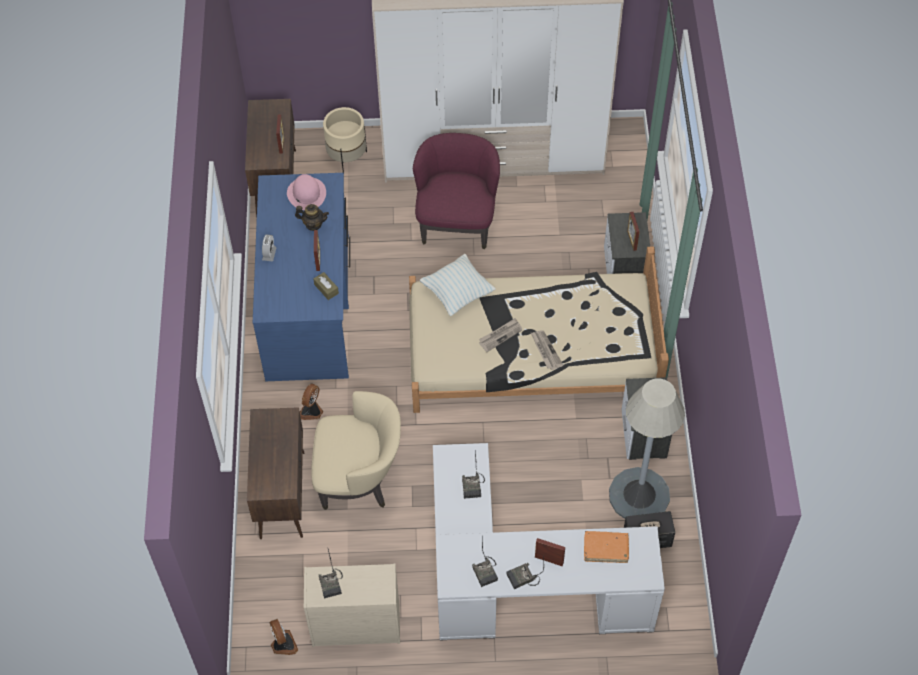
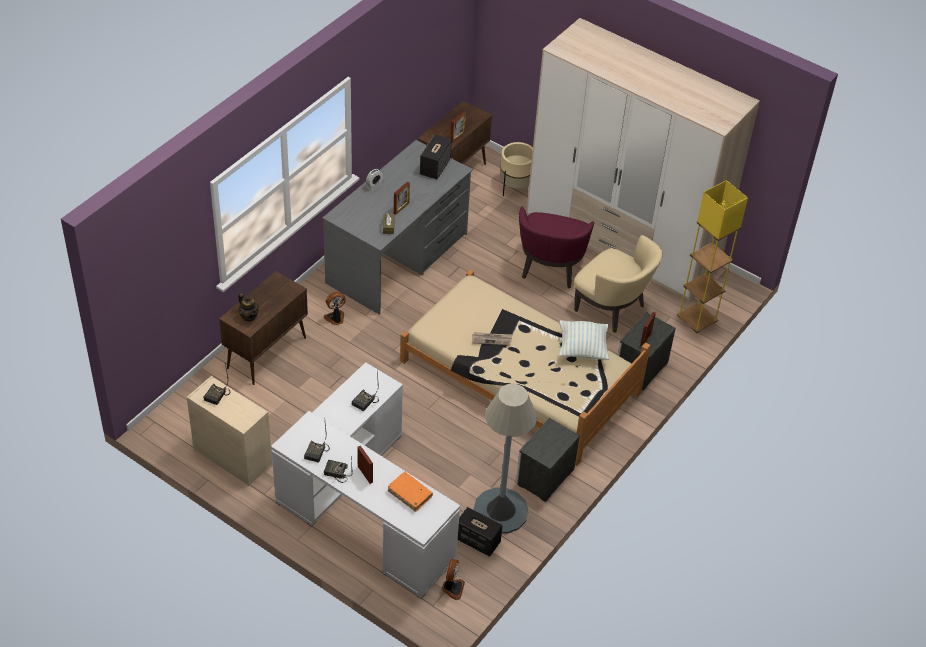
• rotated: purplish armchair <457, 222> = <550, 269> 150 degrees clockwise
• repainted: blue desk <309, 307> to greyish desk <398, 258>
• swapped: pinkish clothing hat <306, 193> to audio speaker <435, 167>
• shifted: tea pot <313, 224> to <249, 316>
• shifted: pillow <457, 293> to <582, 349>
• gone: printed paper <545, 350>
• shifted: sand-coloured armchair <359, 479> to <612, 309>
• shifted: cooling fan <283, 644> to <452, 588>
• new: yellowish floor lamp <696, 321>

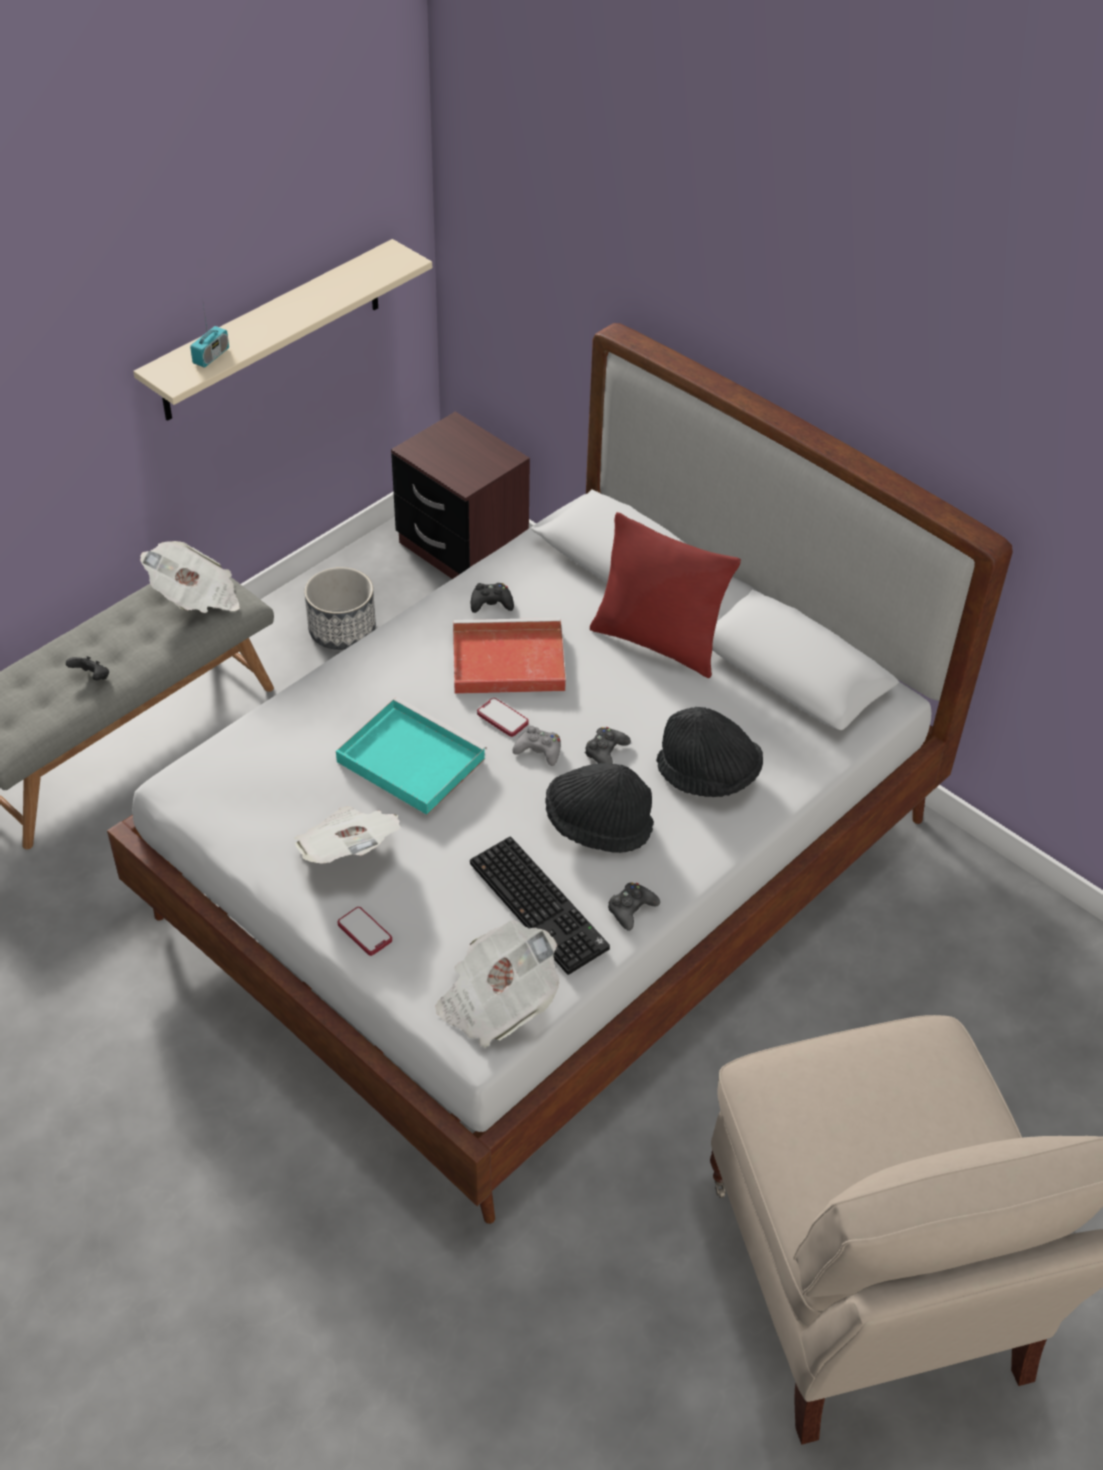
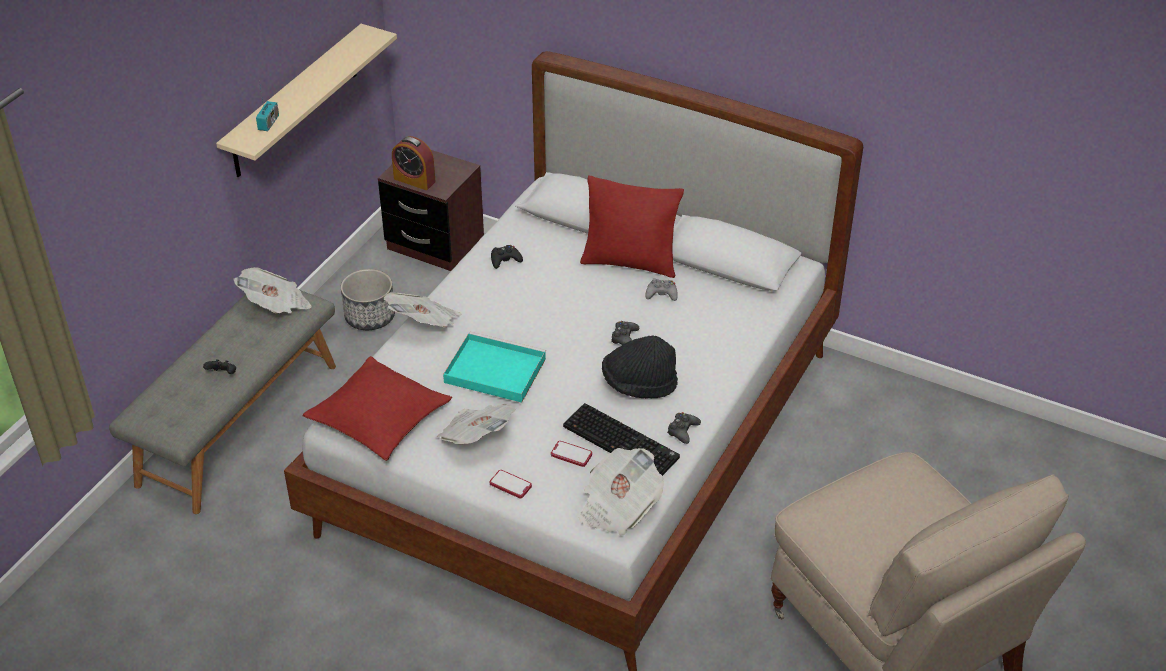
• gone: red serving tray <505, 661>
• shifted: telephone <502, 718> to <571, 454>
• gone: black clothing hat <708, 775>
• shifted: greyish gamepad <539, 750> to <661, 294>
• new: bedside clock <414, 180>
• new: printed paper <425, 324>
• new: red pillow <379, 418>

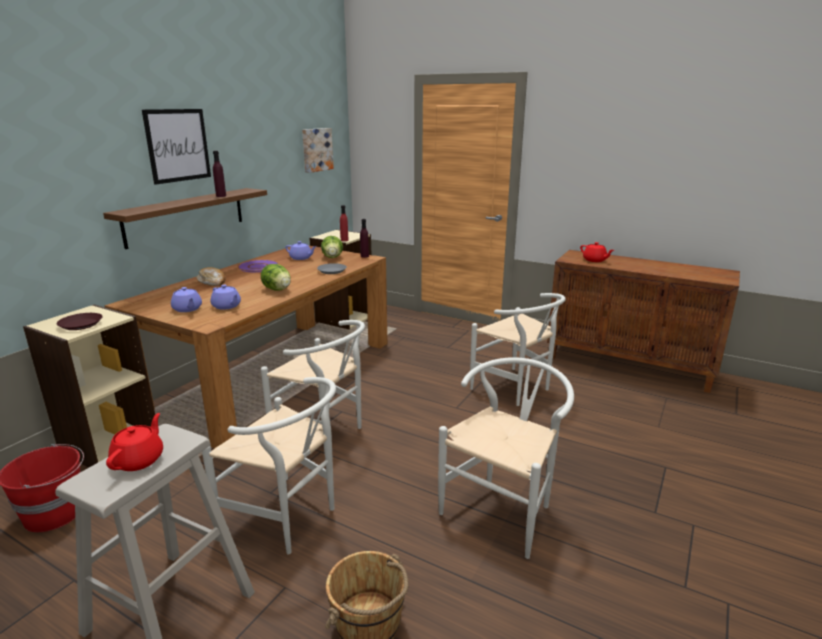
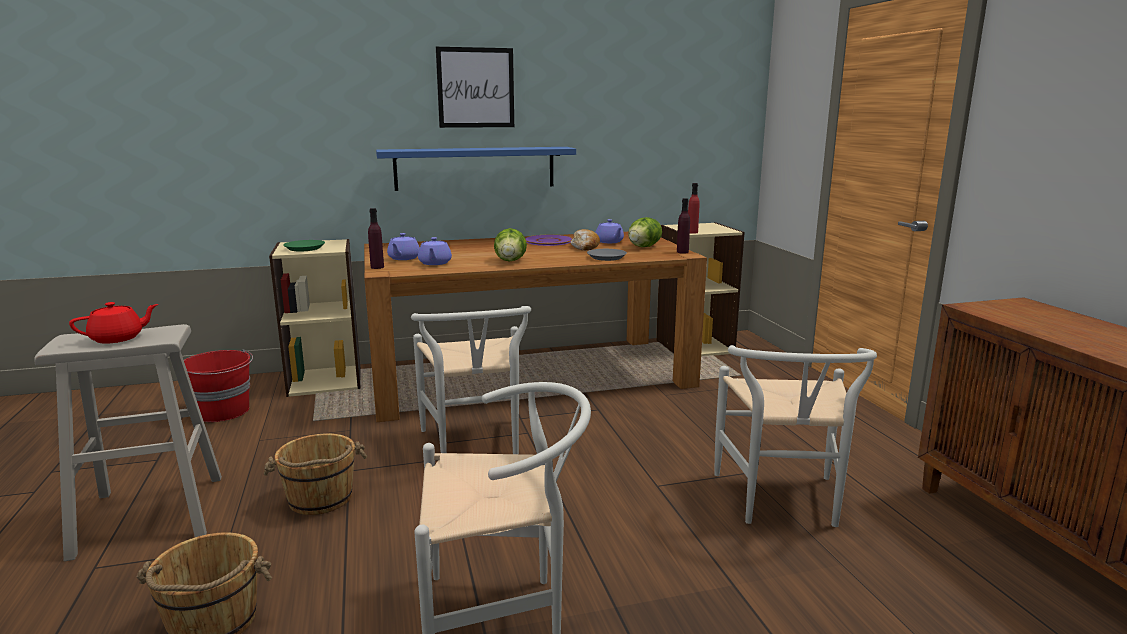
• gone: wall picture <316, 149>
• shifted: purplish bottle <221, 196> to <377, 267>
• repainted: brownish bracket shelf <186, 216> to blue bracket shelf <475, 168>
• gone: red tea pot <594, 260>
• shifted: baked bread <212, 282> to <585, 247>
• repainted: brownish dinner plate <81, 324> to green-coloured dinner plate <305, 248>
• swapped: white-coloured plain chair <288, 519> to brownish pail <320, 499>

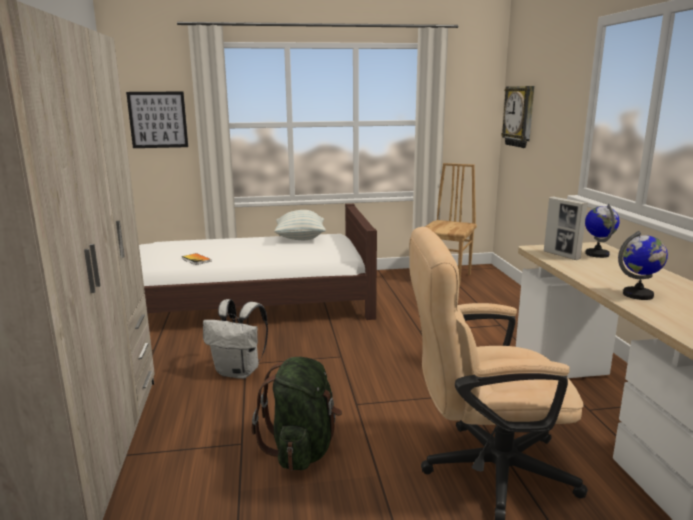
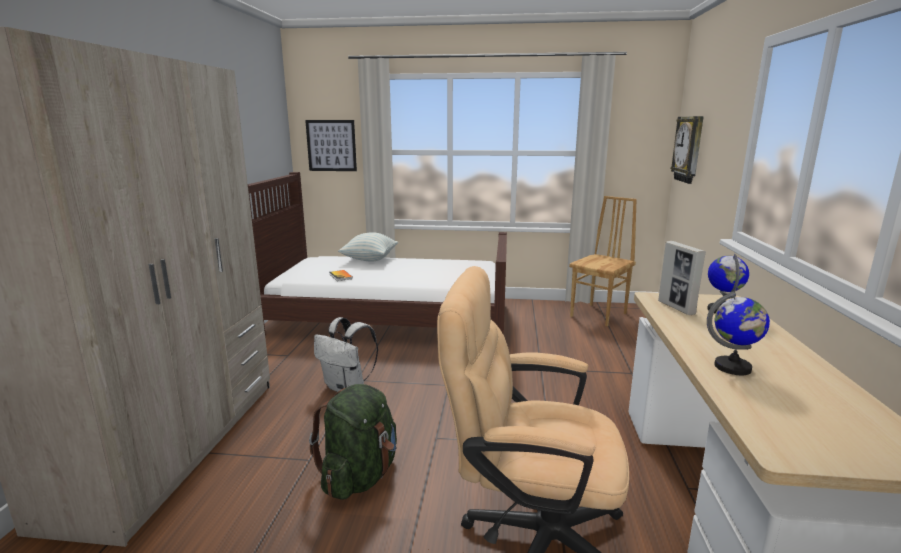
• shifted: pillow <300, 239> to <369, 259>

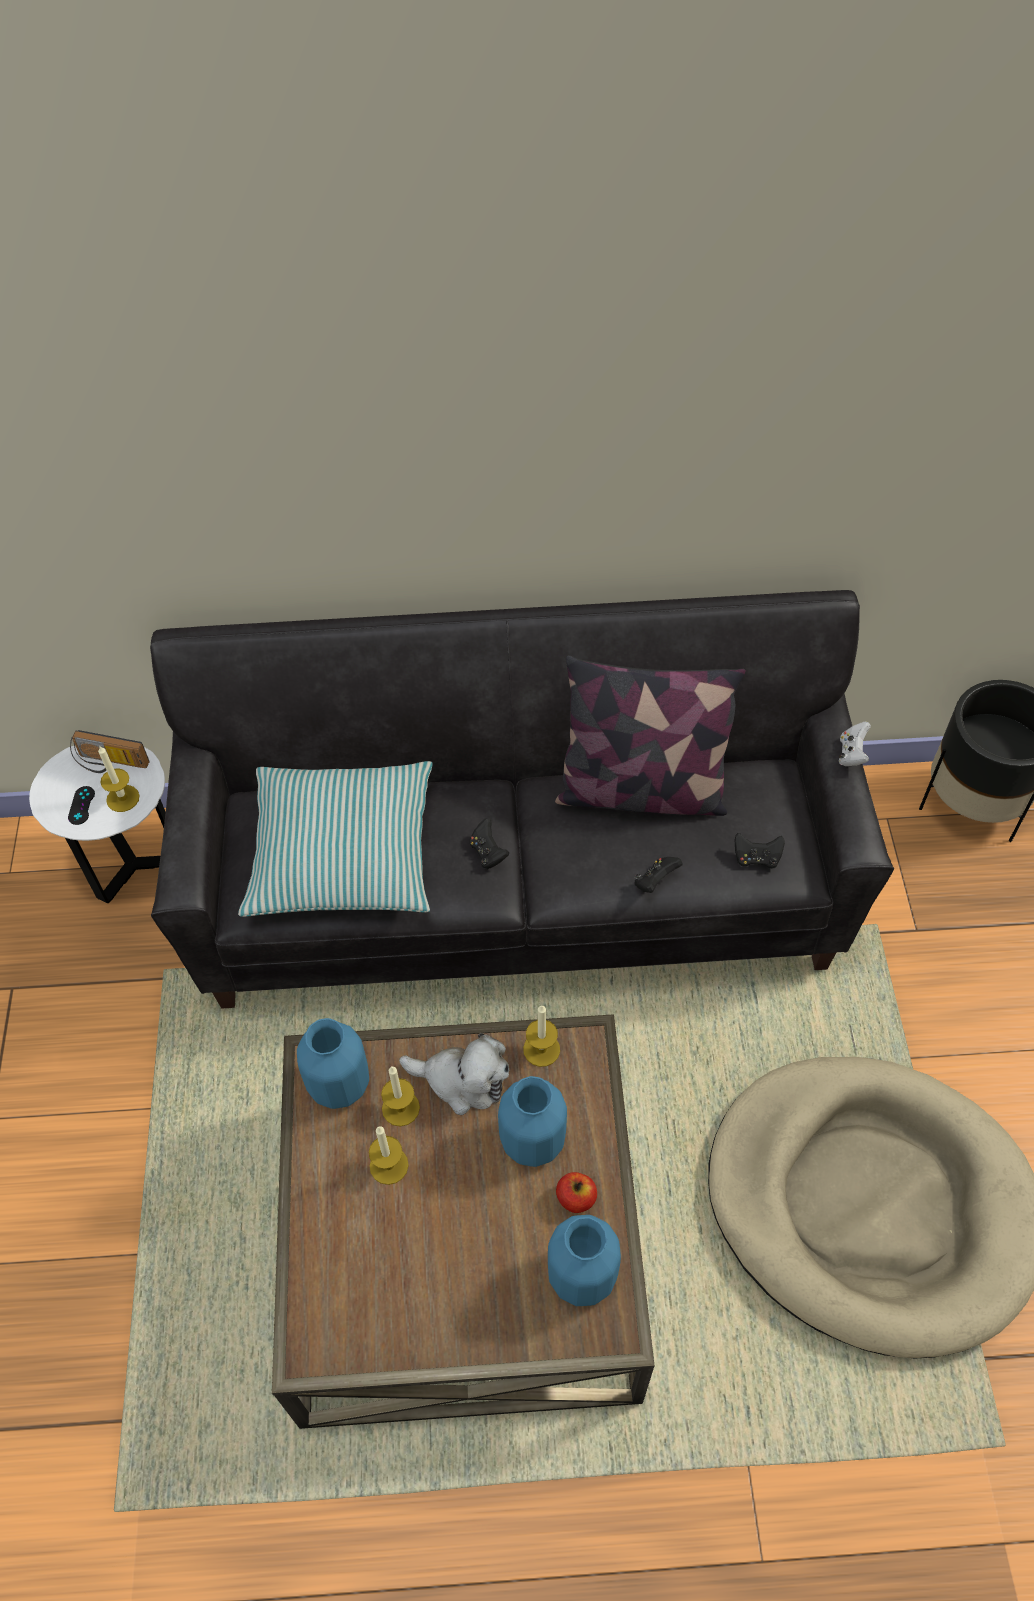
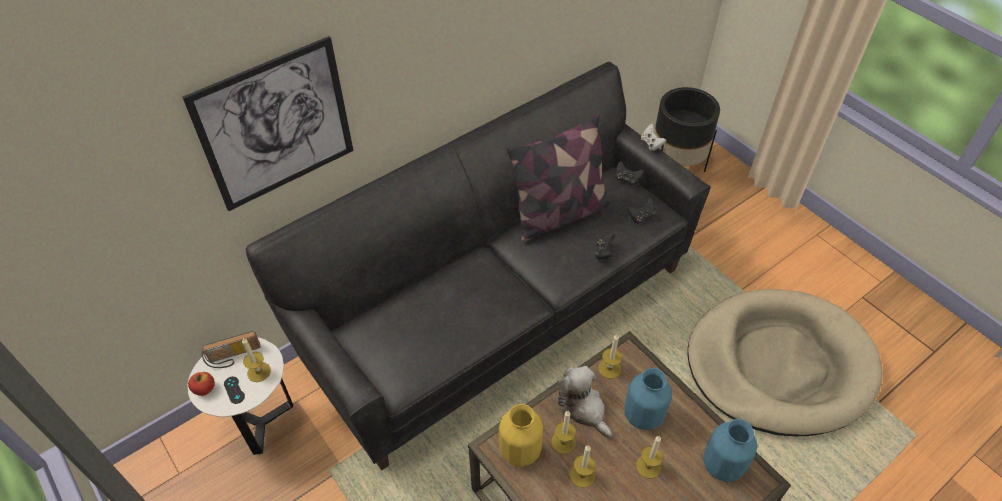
• gone: pillow <342, 852>
• shifted: black gamepad <488, 853> to <627, 179>
• repainted: blue vase <340, 1083> to yellowish vase <520, 450>
• rotated: cuddly toy <462, 1080> = <583, 408> 105 degrees counterclockwise
• shifted: apple <576, 1198> to <204, 389>
• new: wall picture <276, 125>
• new: wax light <648, 466>

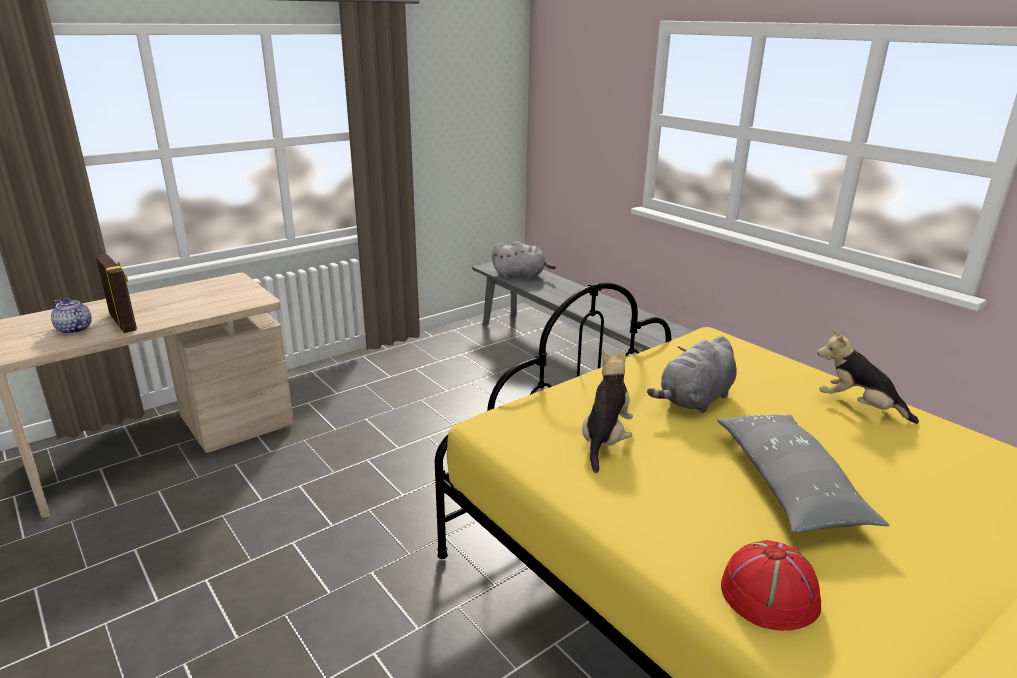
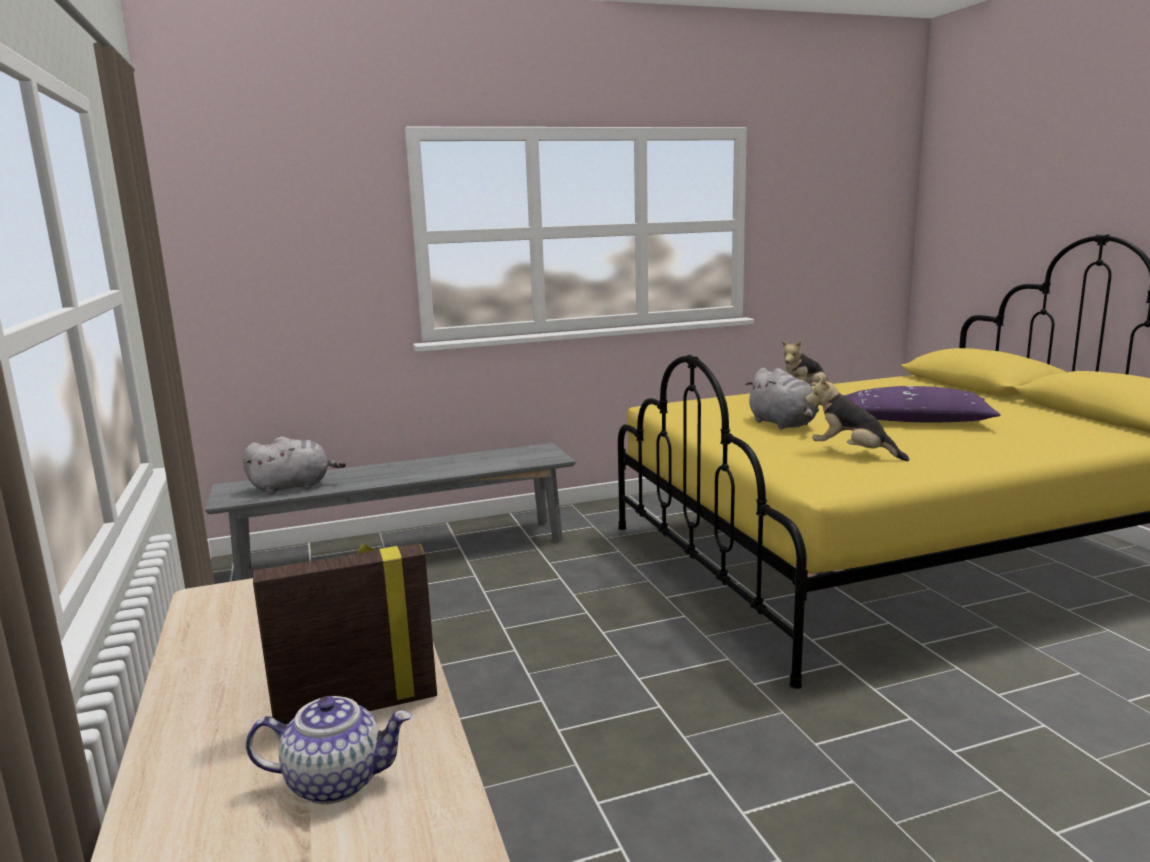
• rotated: greyish cuddly toy <521, 276> = <294, 487> 45 degrees clockwise
• rotated: tea pot <74, 329> = <337, 781> 150 degrees counterclockwise
• repainted: greyish pillow <788, 484> to purplish pillow <915, 421>
• gone: red clothing hat <770, 594>

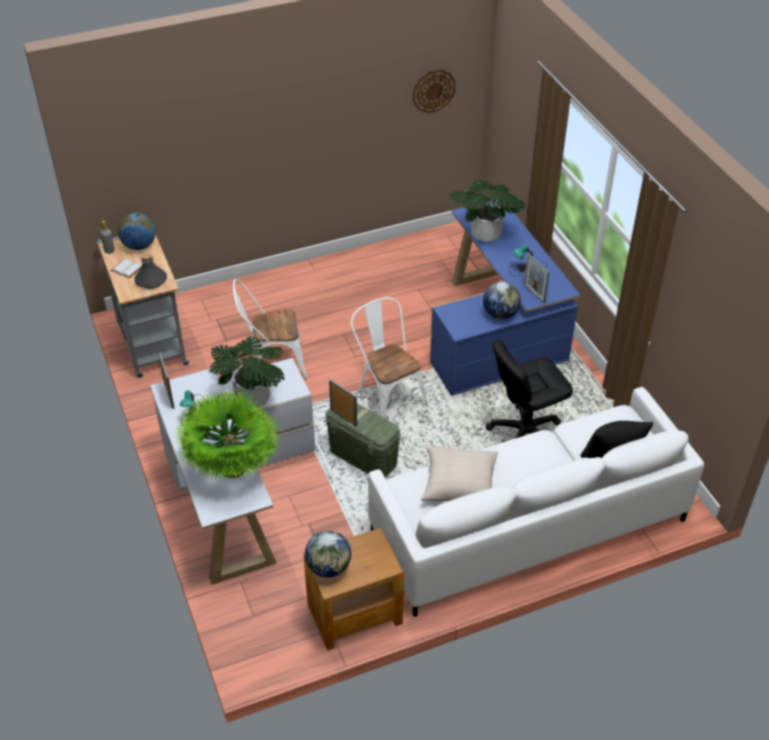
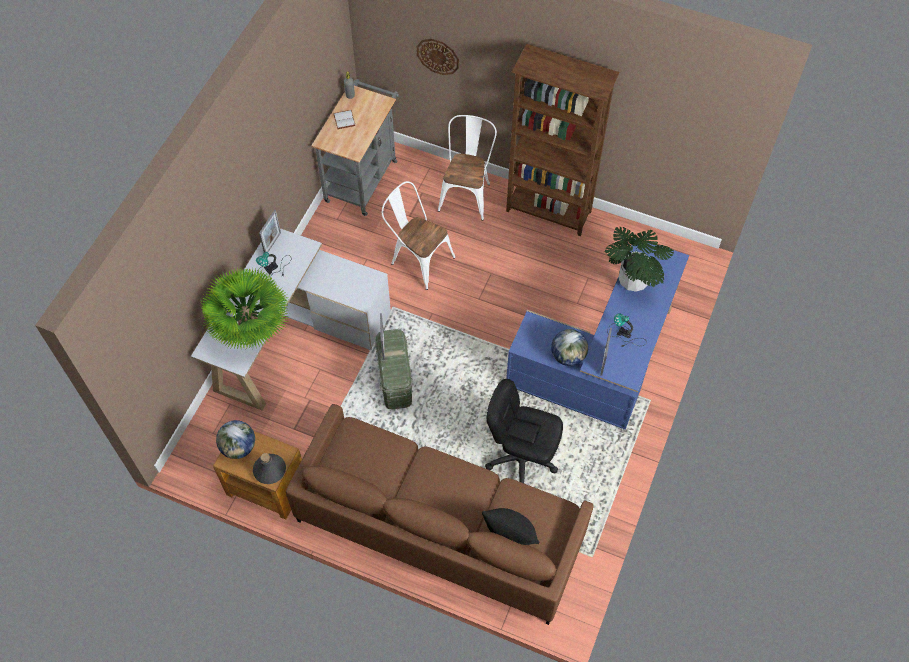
• shifted: wall clock <433, 91> to <438, 56>
• gone: desk globe <139, 246>
• shifted: greyish bottle <151, 280> to <269, 470>
• shifted: white-coloured plain chair <388, 396> to <467, 193>
• gone: plant in a pot <252, 398>
• repainted: white-coloured settee <527, 525> to brownish settee <440, 527>
• gone: sand-coloured pillow <459, 484>
• new: brownish shelving unit <549, 212>

